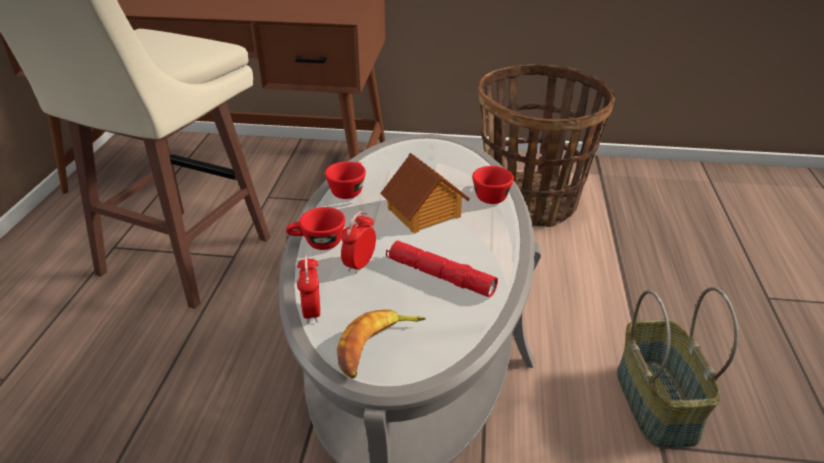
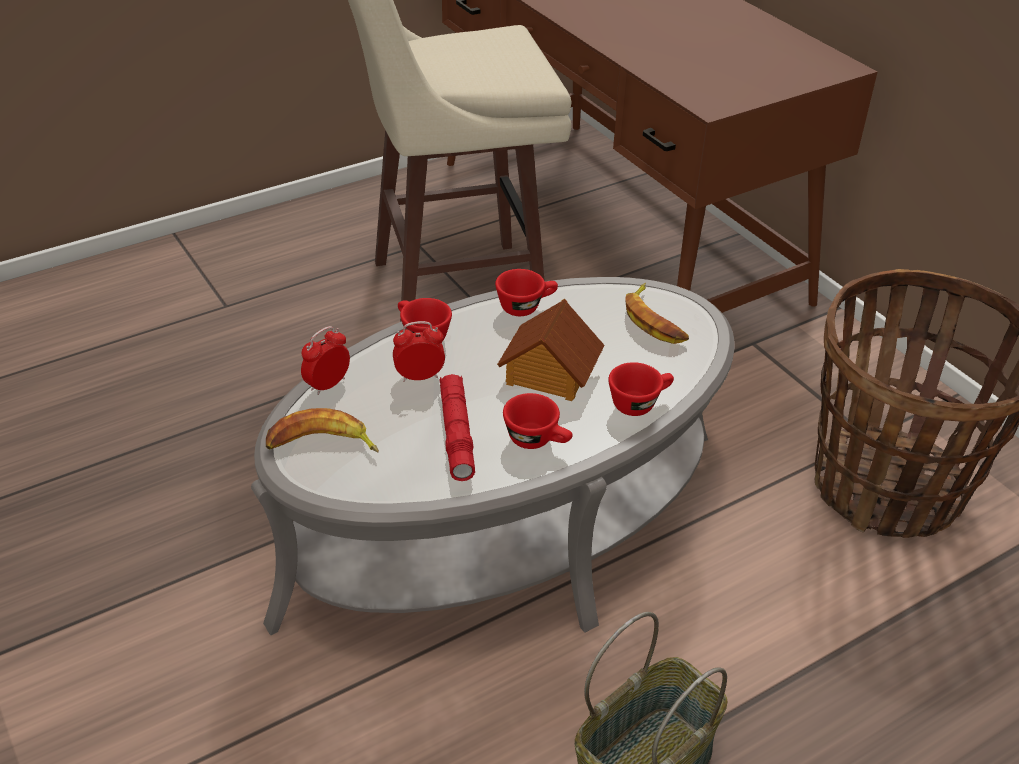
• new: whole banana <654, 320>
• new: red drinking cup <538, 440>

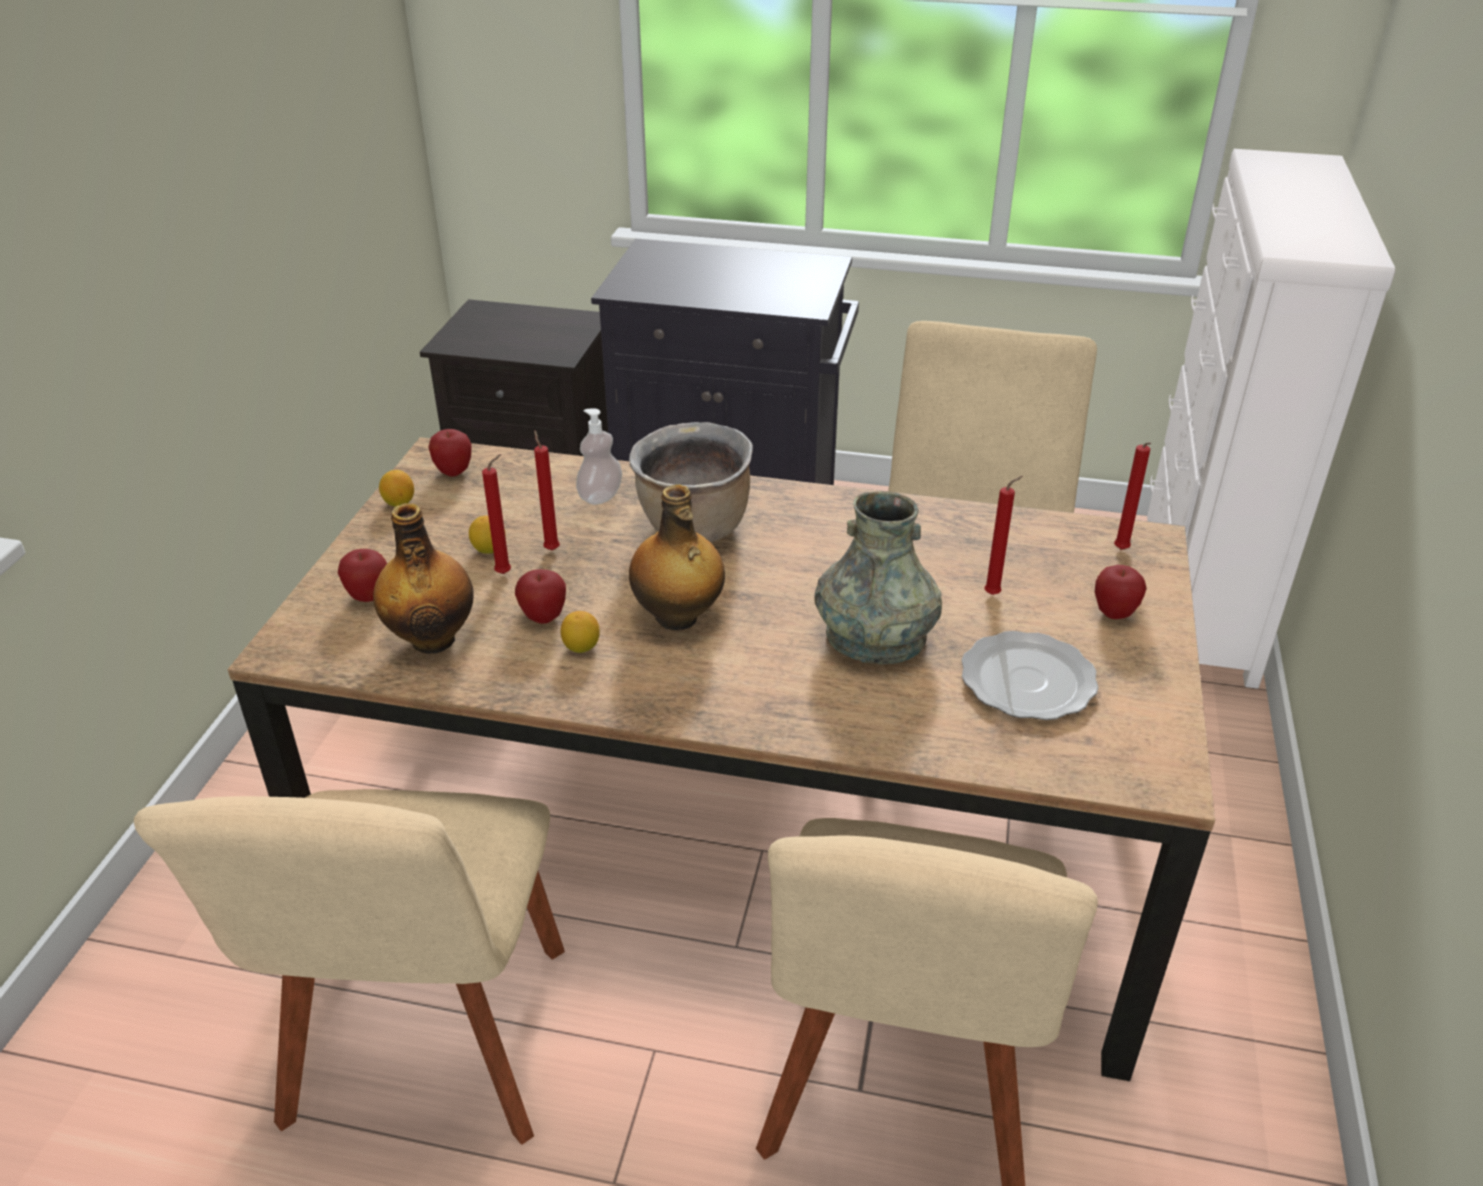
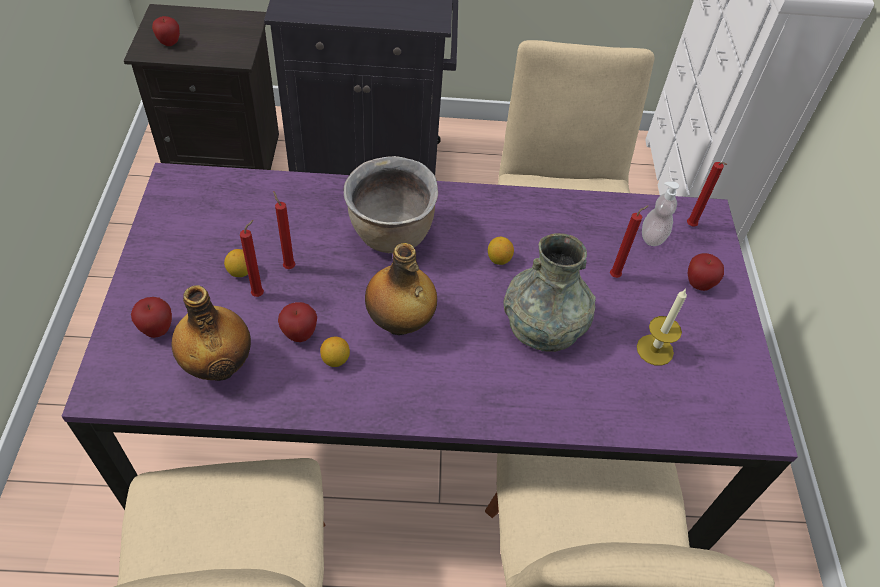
• shifted: soap bottle <600, 496> to <652, 237>
• shifted: apple <454, 472> to <169, 43>
• repainted: brownish kitchen table <744, 845> to purplish kitchen table <429, 423>
• shifted: lemon <399, 503> to <498, 259>
• swapped: dinner plate <1028, 679> to wax light <655, 350>

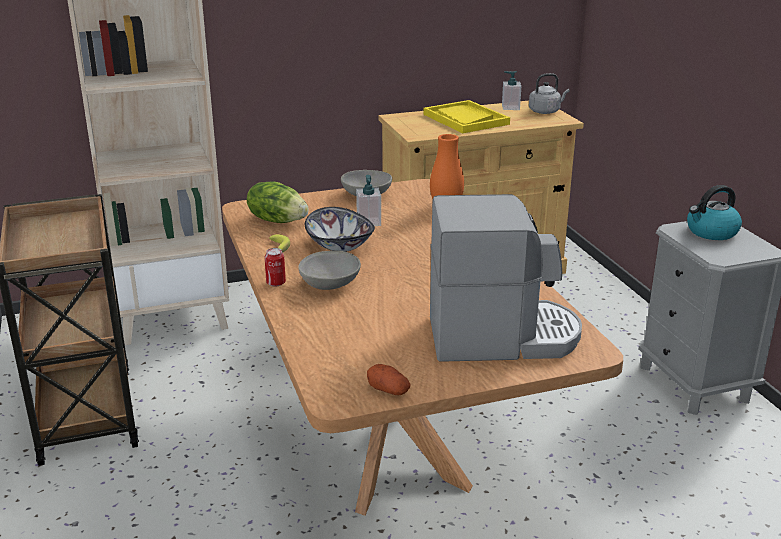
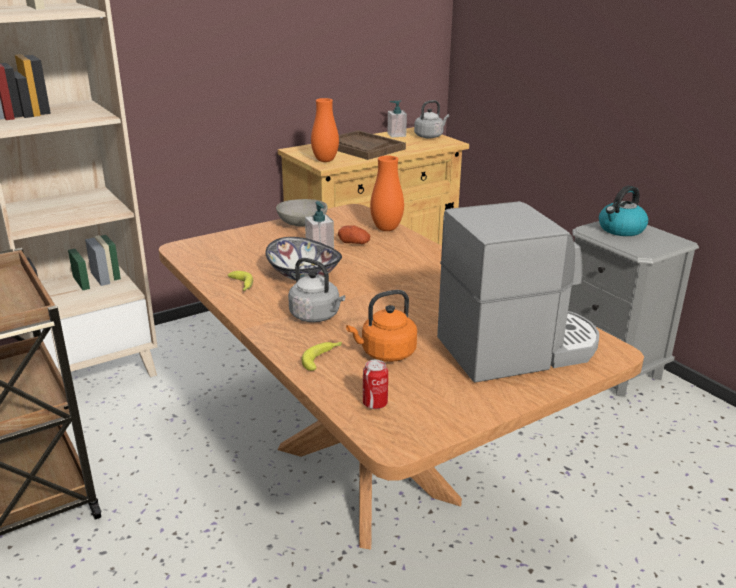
• repainted: yellowish serving tray <465, 119> to brownish serving tray <362, 147>
• gone: lettuce <278, 220>
• shifted: sealed can <276, 283> to <375, 403>
• swapped: greyish deep dish <330, 284> to greyish water kettle <317, 316>
• shifted: whole potato <388, 390> to <354, 243>
• new: orange-coloured vase <325, 160>
• new: orange-coloured water kettle <385, 353>
• new: whole banana <323, 358>

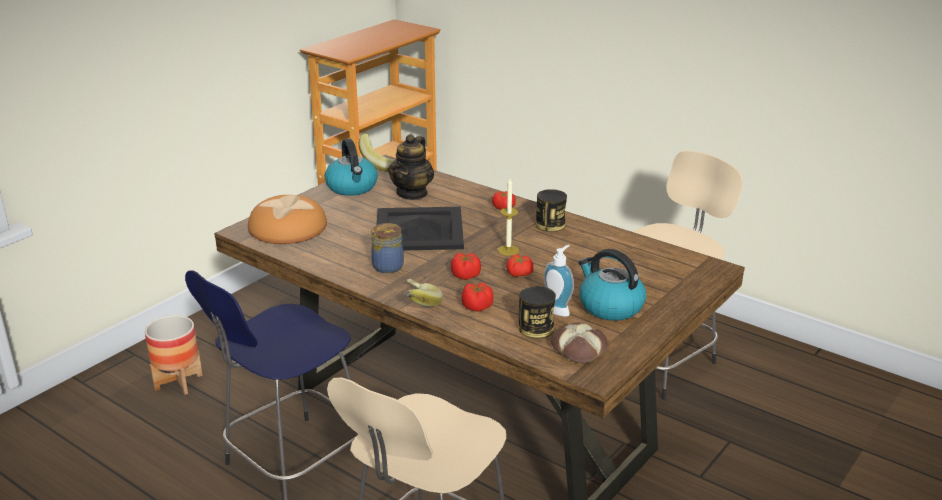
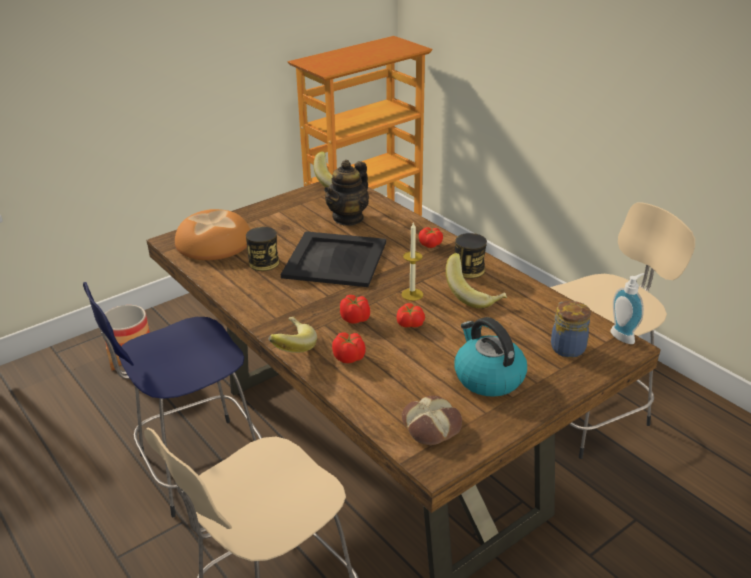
• gone: water kettle <352, 187>
• shifted: preserve jar <387, 266> to <566, 347>
• shifted: soap bottle <559, 309> to <624, 335>
• shifted: sealed can <536, 328> to <264, 263>
• new: whole banana <474, 295>

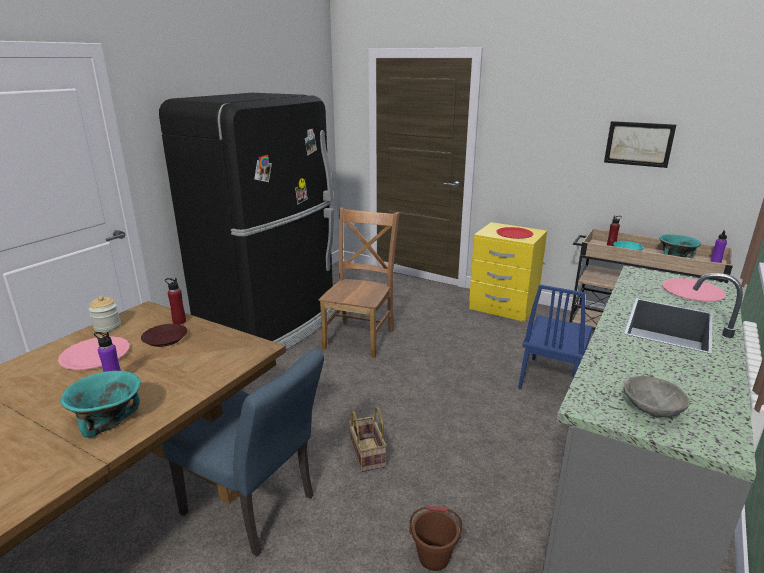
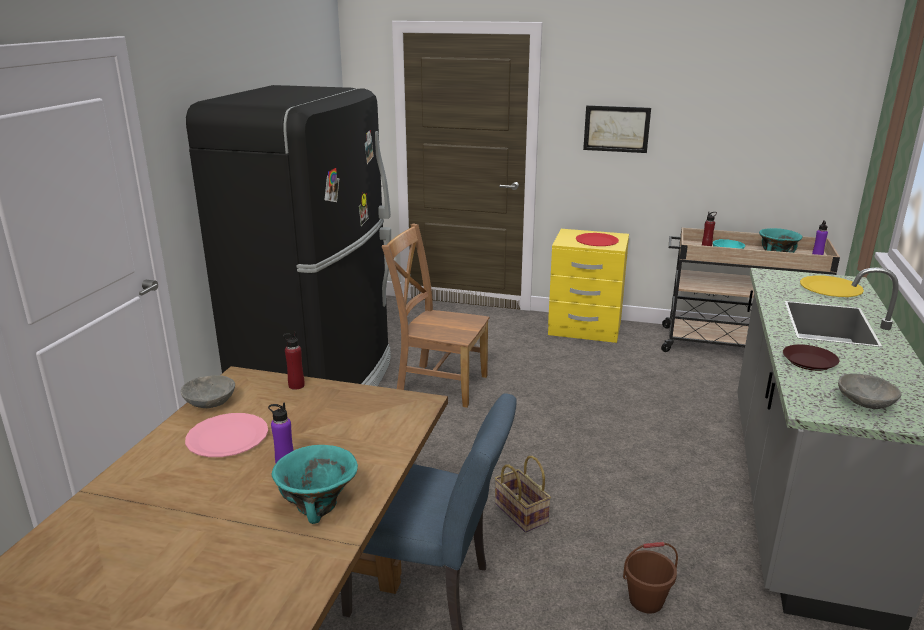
• shifted: wall picture <638, 144> to <616, 129>
• rotated: brownish plain chair <360, 337> = <438, 384> 75 degrees counterclockwise
• repainted: pinkish dinner plate <692, 292> to yellowish dinner plate <830, 288>
• gone: blue plain chair <551, 379>
• swapped: preserve jar <107, 327> to greyish deep dish <209, 403>
• shifted: brownish dinner plate <165, 338> to <808, 362>

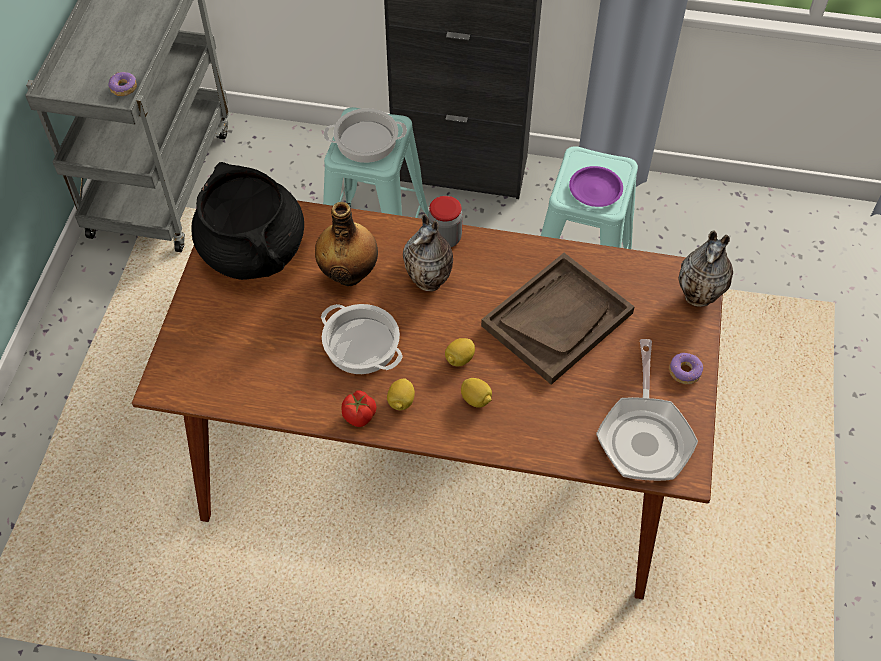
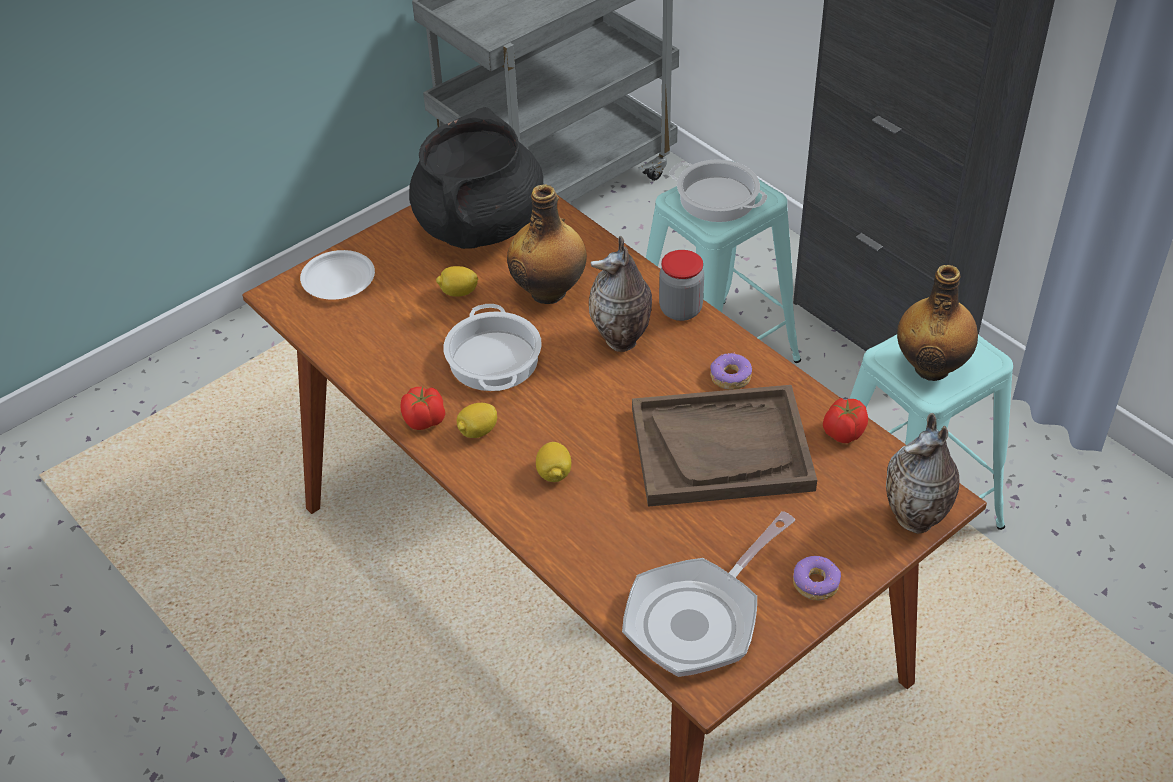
• shifted: doughnut <123, 88> to <730, 377>
• swapped: purplish dinner plate <595, 189> to bottle <931, 366>
• shifted: lemon <459, 359> to <458, 292>
• new: white-coloured dinner plate <338, 279>
• new: tomato <843, 433>

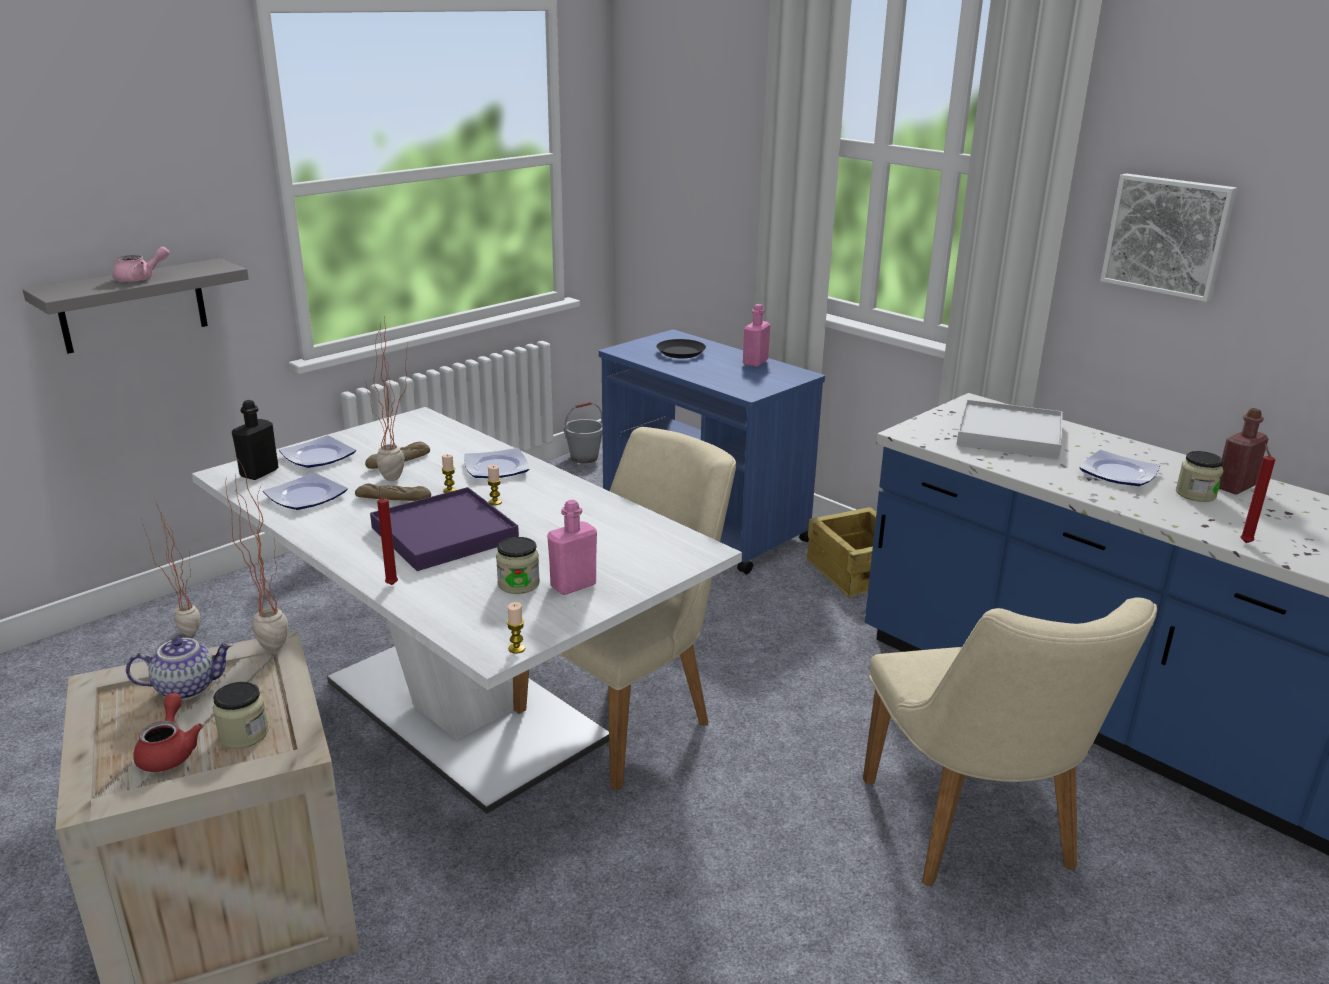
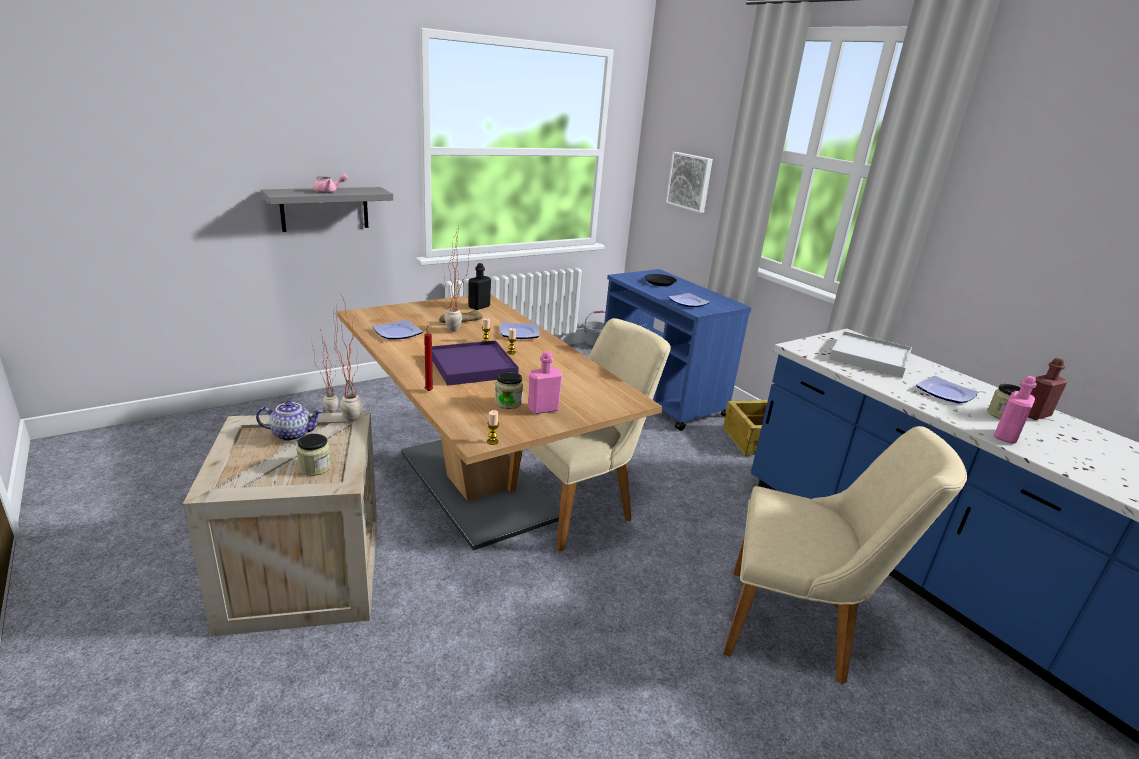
• shifted: wall picture <1168, 235> to <690, 181>
• shifted: pinkish bottle <755, 362> to <1006, 436>
• shifted: black bottle <259, 473> to <479, 307>
• repainted: white-coloured kitchen table <464, 710> to brownish kitchen table <478, 484>
• shifted: dinner plate <318, 457> to <688, 303>
• gone: red wax light <1244, 542>
• gone: baked bread <393, 499>
• rotated: sand-coloured plain chair <977, 835> = <799, 629> 75 degrees counterclockwise
• gone: red tea pot <169, 751>

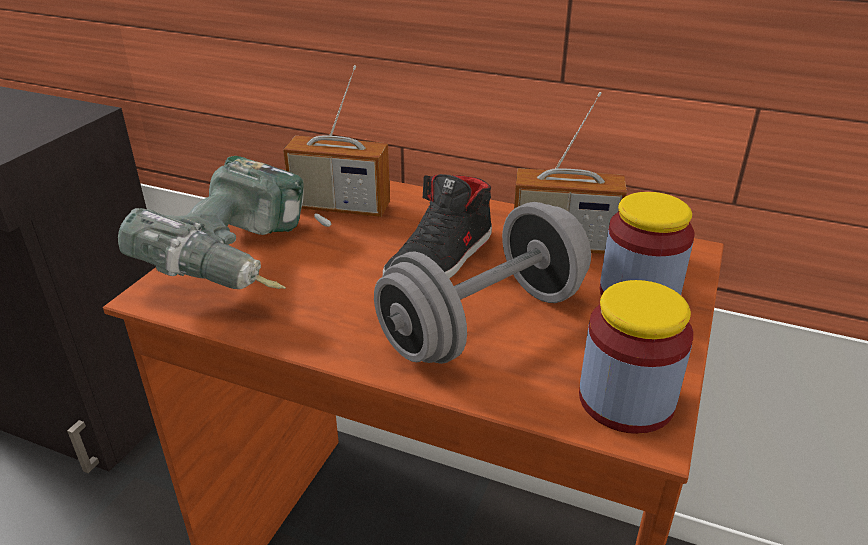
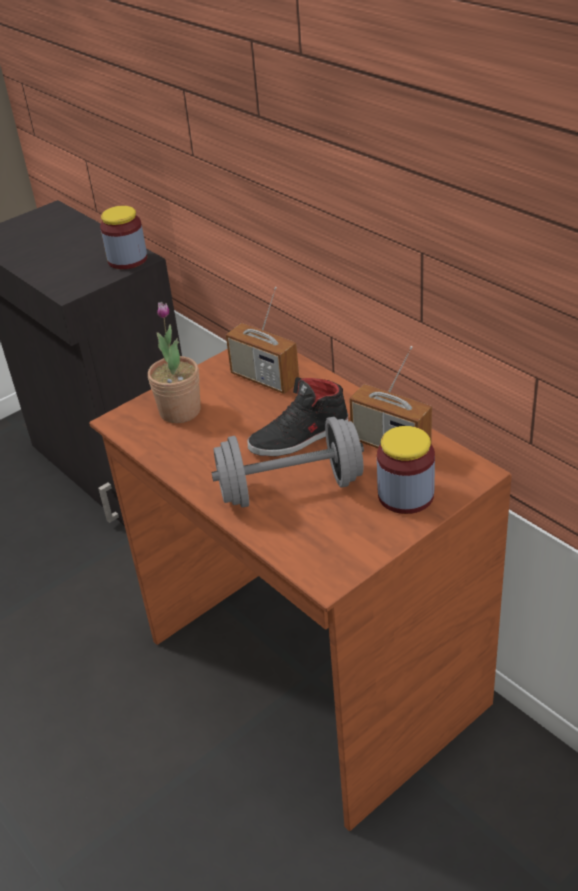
• swapped: power drill <246, 264> to plant in a pot <180, 411>
• shifted: preserve jar <626, 400> to <127, 260>

